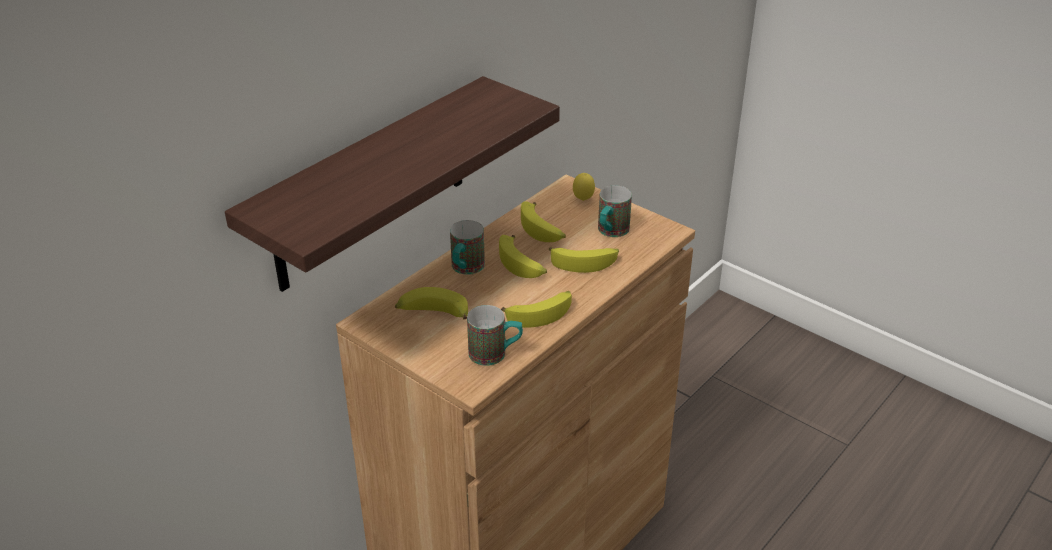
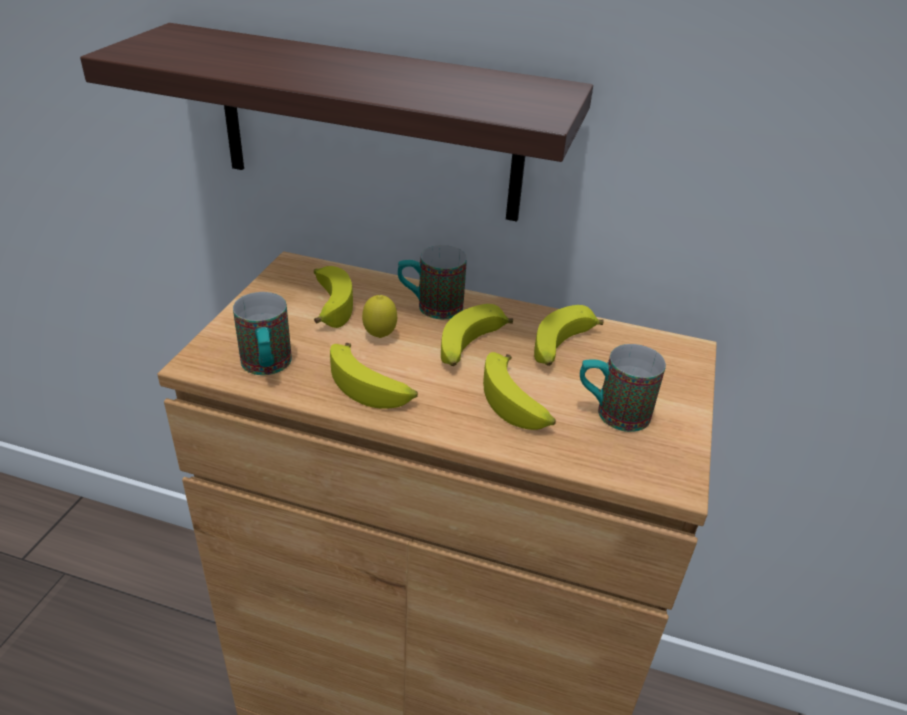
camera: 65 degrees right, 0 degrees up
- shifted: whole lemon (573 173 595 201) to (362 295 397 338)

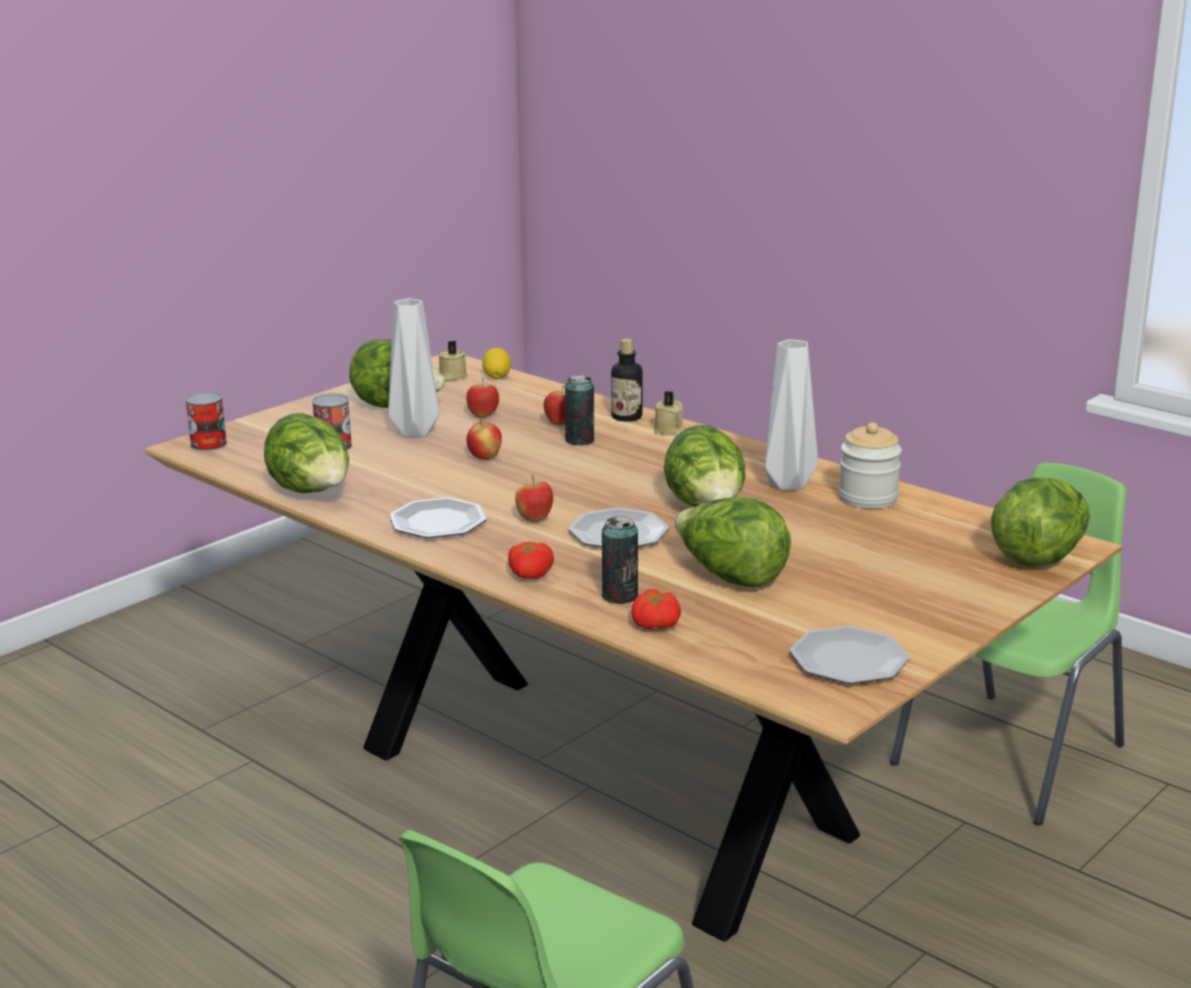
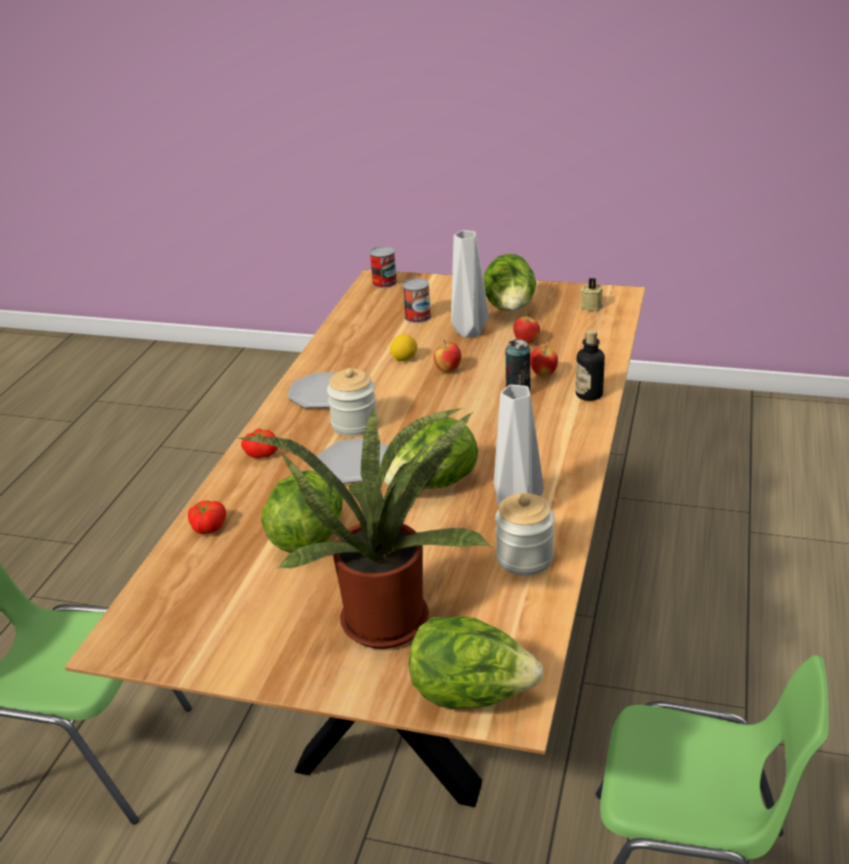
camera: 65 degrees right, 10 degrees up
- shifted: whole lemon (482 348 511 379) to (390 334 417 361)
- gone: wax light in beige-coloured (654 391 685 436)
- gone: lettuce head (264 413 349 493)
- swapped: apple fruit (515 475 553 522) to storage jar (327 368 378 436)
- gone: sealed can (602 516 638 604)
- gone: flat dish (790 626 910 684)
- new: potted plant (236 407 492 649)

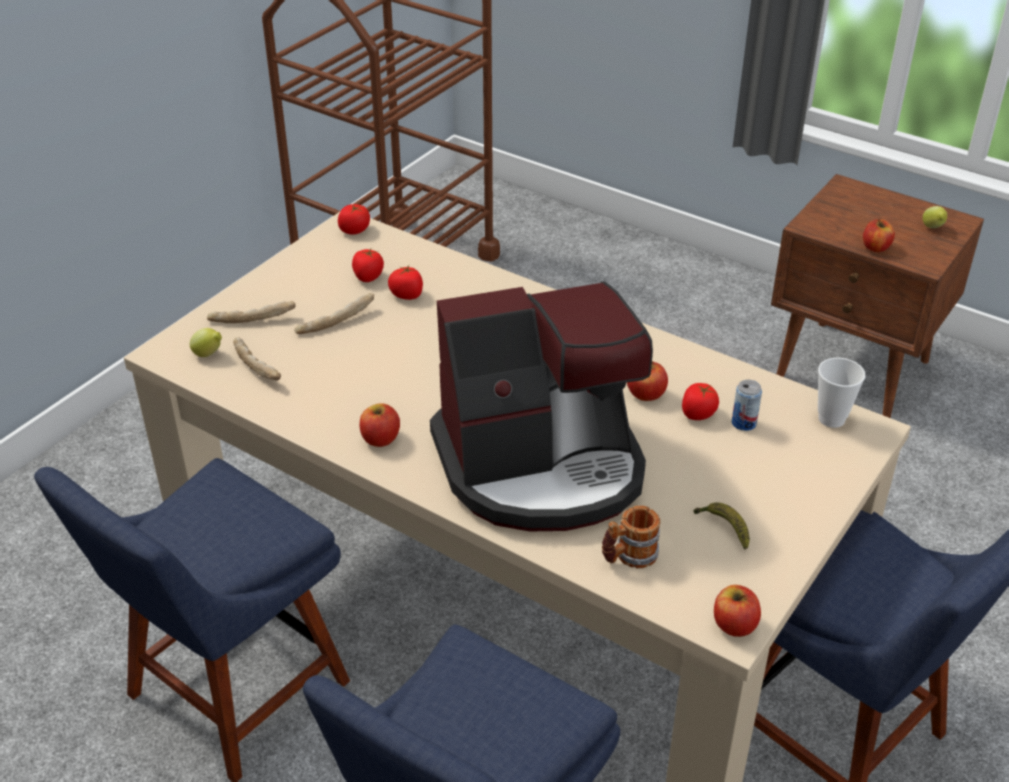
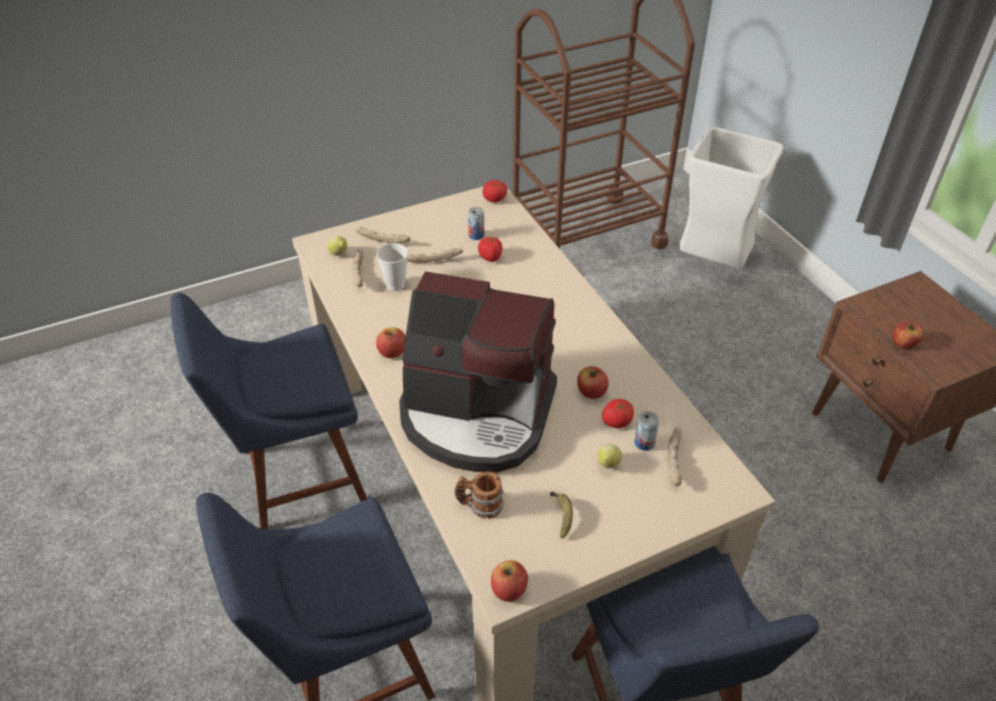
camera: 30 degrees right, 5 degrees up
- shifted: whole lemon (923 206 947 228) to (597 444 622 468)
- swapped: tomato (352 249 384 282) to sealed can (468 207 484 240)
- shifted: cup (818 358 865 428) to (377 243 408 291)
- new: waste bin in white (679 127 783 268)
- new: baked bread (668 427 682 486)

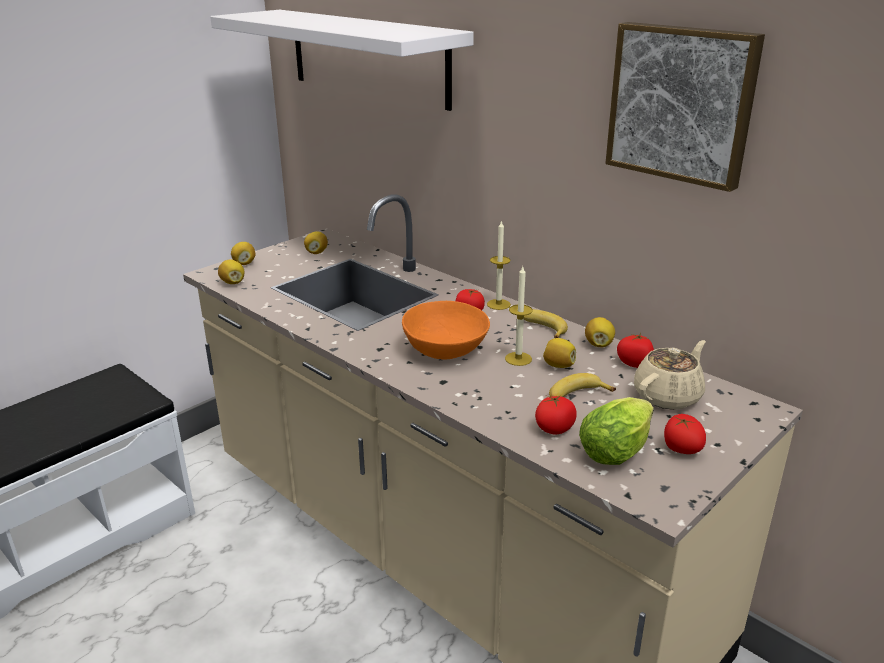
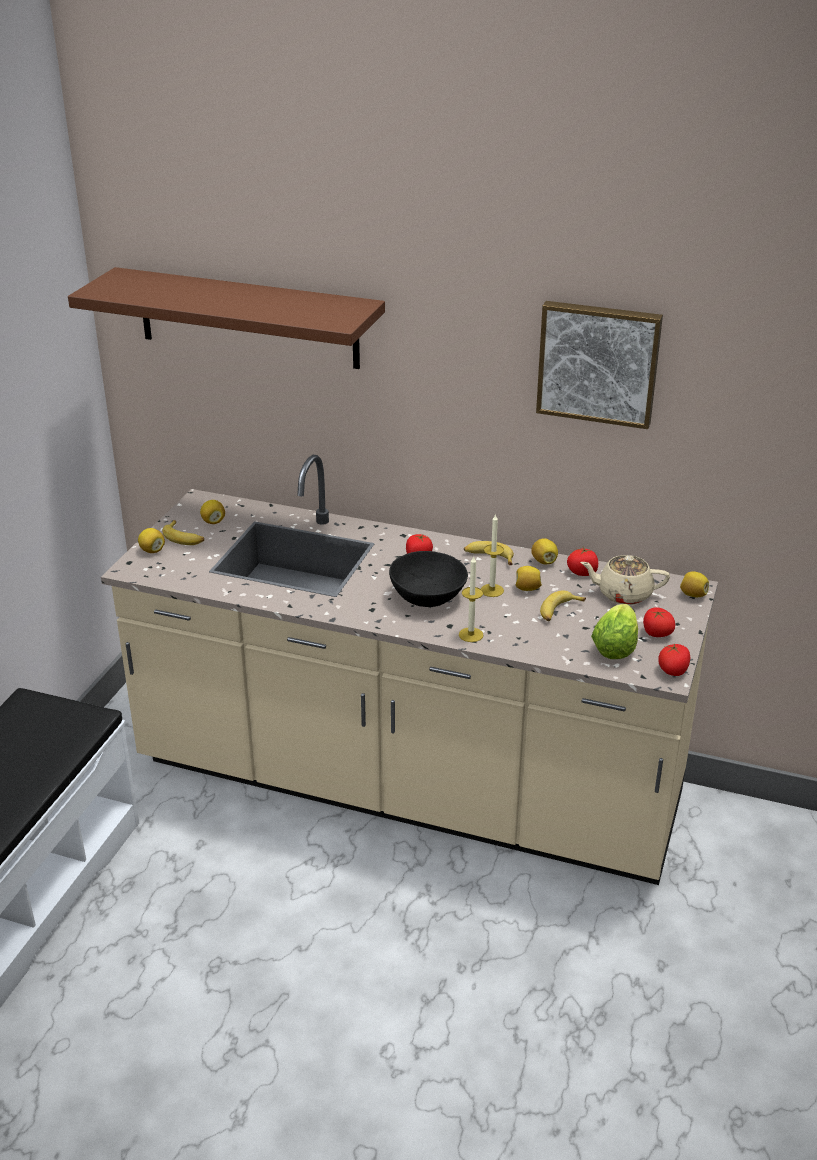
camera: 25 degrees left, 5 degrees up
- repainted: shelf in white (210 10 474 111) to shelf in brown (68 267 385 369)
- shifted: wax light (487 220 511 310) to (459 557 484 642)
- shifted: whole lemon (218 259 244 284) to (680 571 709 597)
- repainted: deep dish in orange (402 301 490 360) to deep dish in blackish (389 551 468 607)
- rotated: teapot in beige-coloured (634 340 706 410) = (580 555 670 605) 105 degrees counterclockwise
- shifted: tomato (535 395 577 435) to (658 643 690 676)
- new: banana (162 520 204 545)

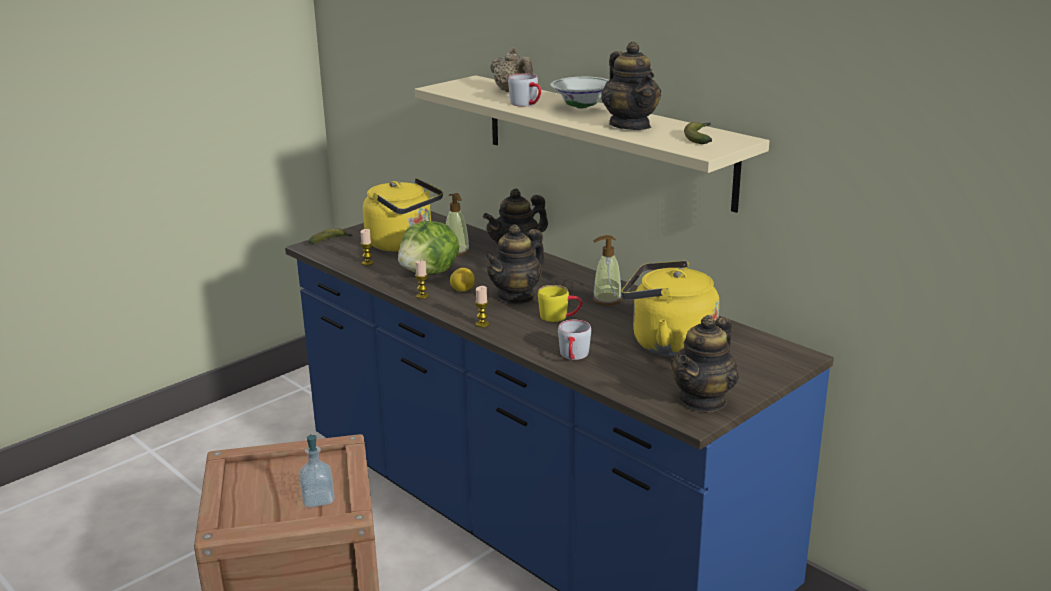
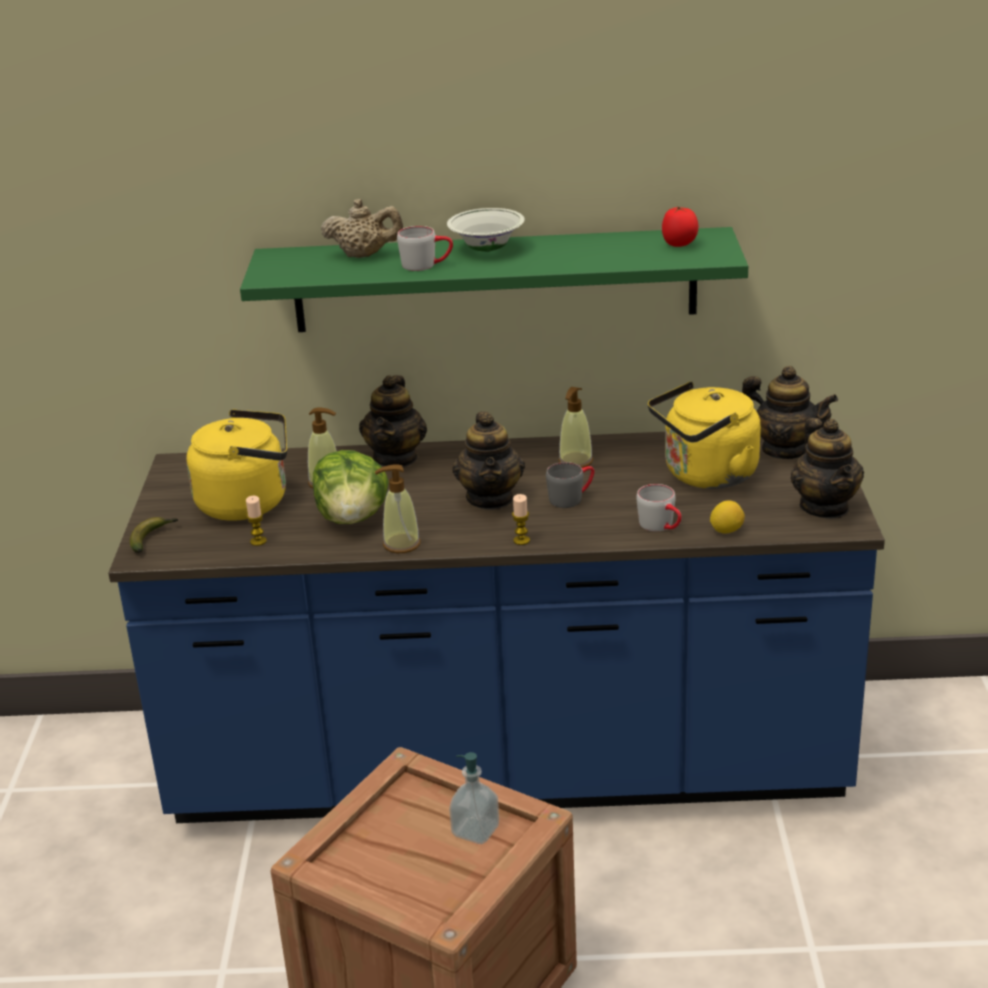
camera: 45 degrees left, 5 degrees up
- shifted: teapot (601 42 661 130) to (742 366 838 459)
- repainted: shelf in beige-coloured (415 75 769 213) to shelf in green (240 227 748 332)
- swapped: banana (684 122 712 144) to tomato (662 206 698 247)
- swapped: wax light (415 260 429 299) to soap dispenser (375 464 421 553)
- shifted: whole lemon (450 268 475 292) to (710 501 745 533)
- repainted: tea mug in yellowish (538 285 582 322) to tea mug in gray (546 462 594 508)

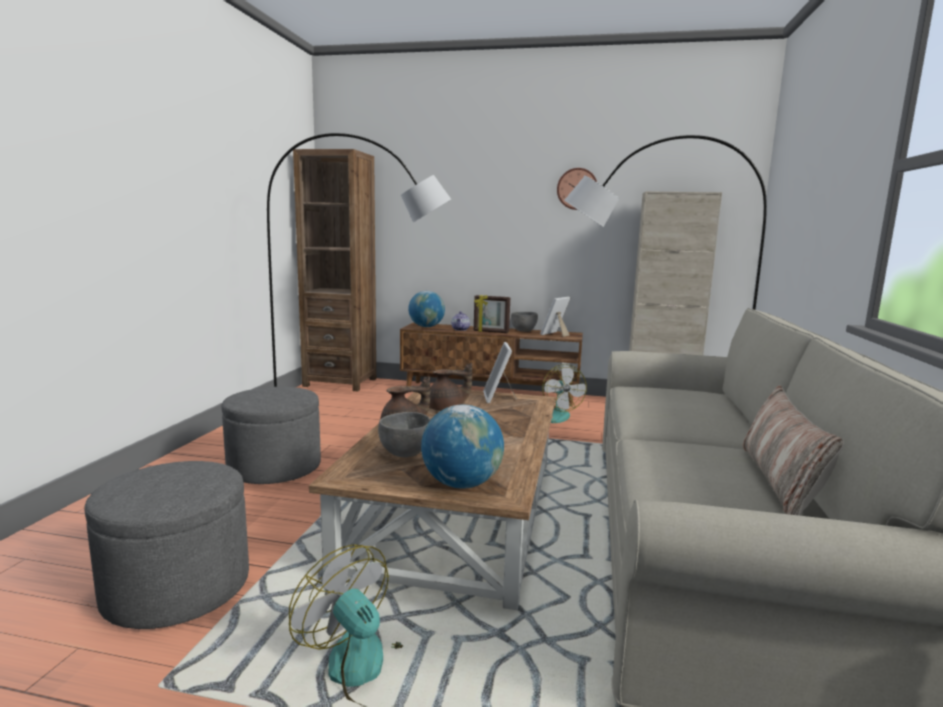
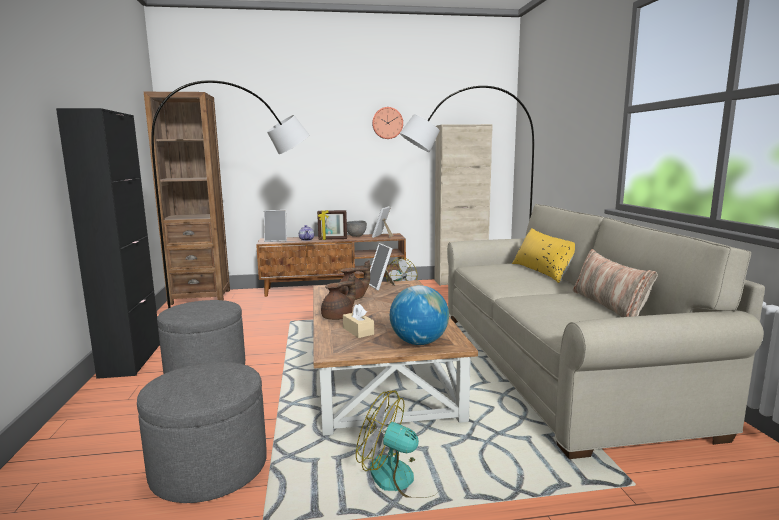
camera: 20 degrees left, 0 degrees up
- swapped: desk globe (408 291 445 327) to photo frame (264 210 287 242)
- swapped: deep dish in gray (378 412 431 457) to tissue box in beige-coloured (343 304 374 338)
- new: storage cabinet in blackish (56 108 160 379)
- new: throw pillow in yellowish (512 228 575 283)

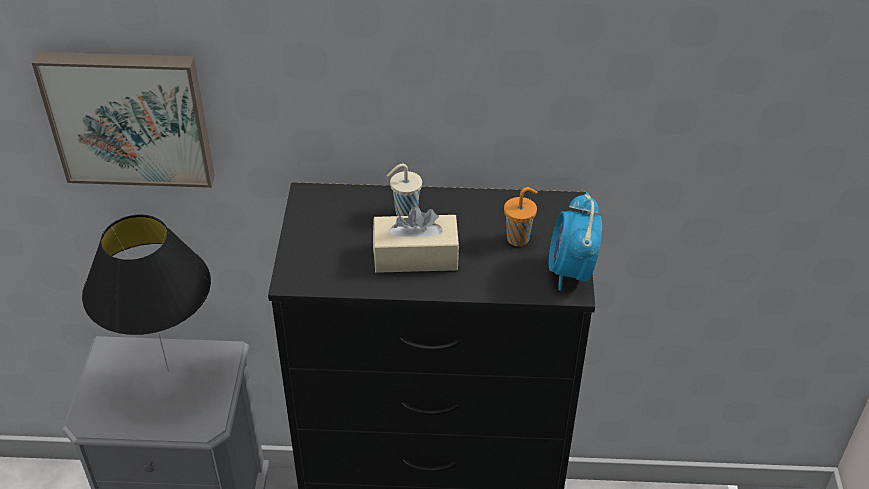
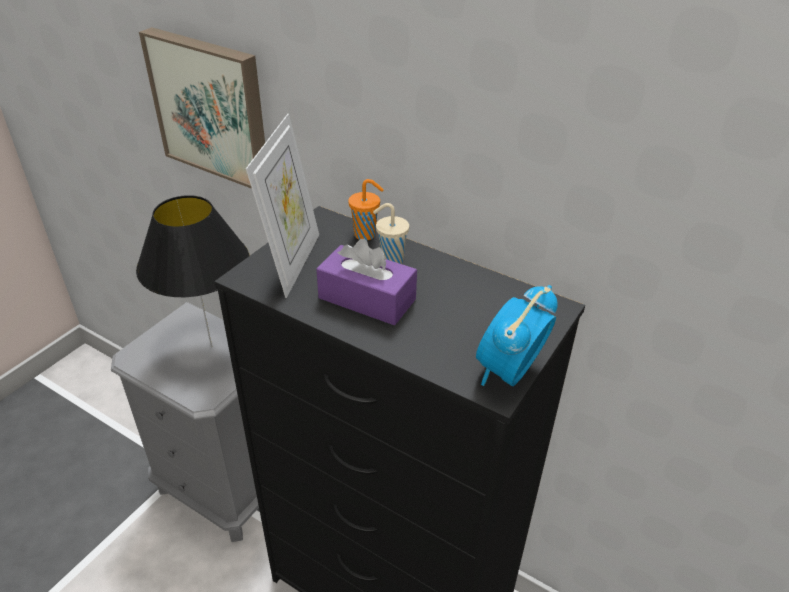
camera: 30 degrees right, 5 degrees down
- shifted: cup in orange (504 187 537 246) to (348 179 384 240)
- repainted: tissue box in beige-coloured (373 206 459 273) to tissue box in purple (316 239 417 325)
- new: photo frame (246 114 319 298)

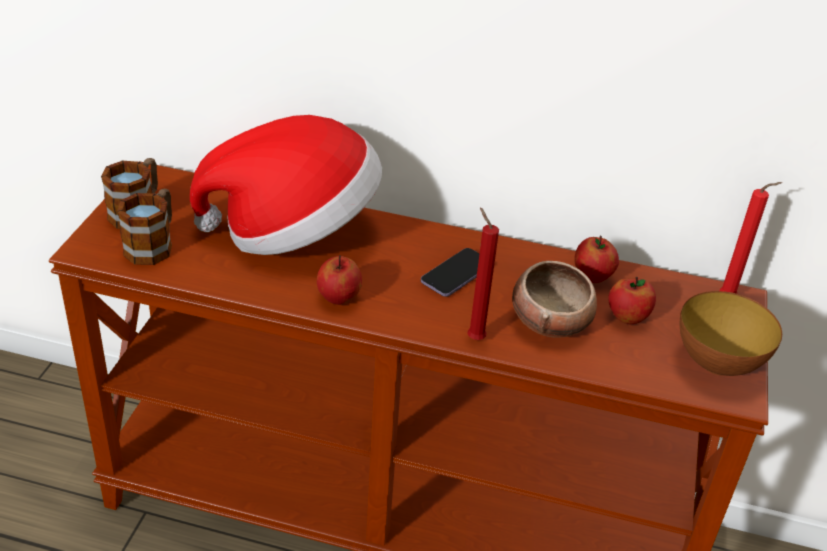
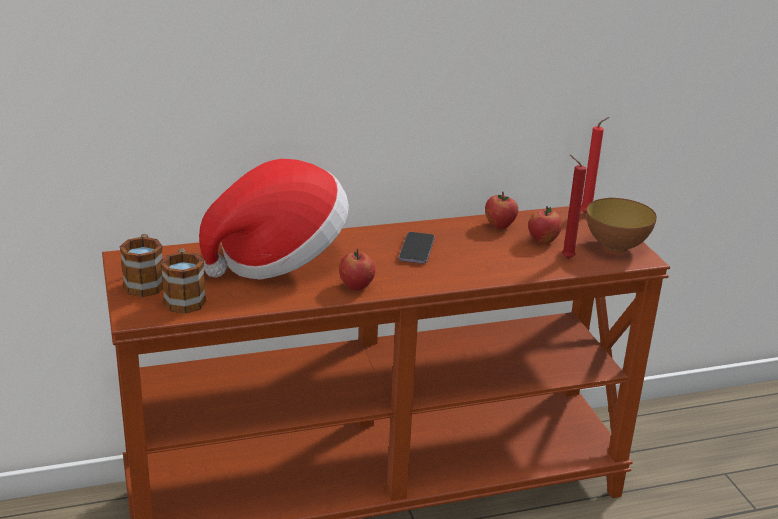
camera: 30 degrees left, 10 degrees down
- shifted: wax light in red-coloured (468 207 499 340) to (562 155 586 259)
- gone: deep dish (512 261 597 338)

